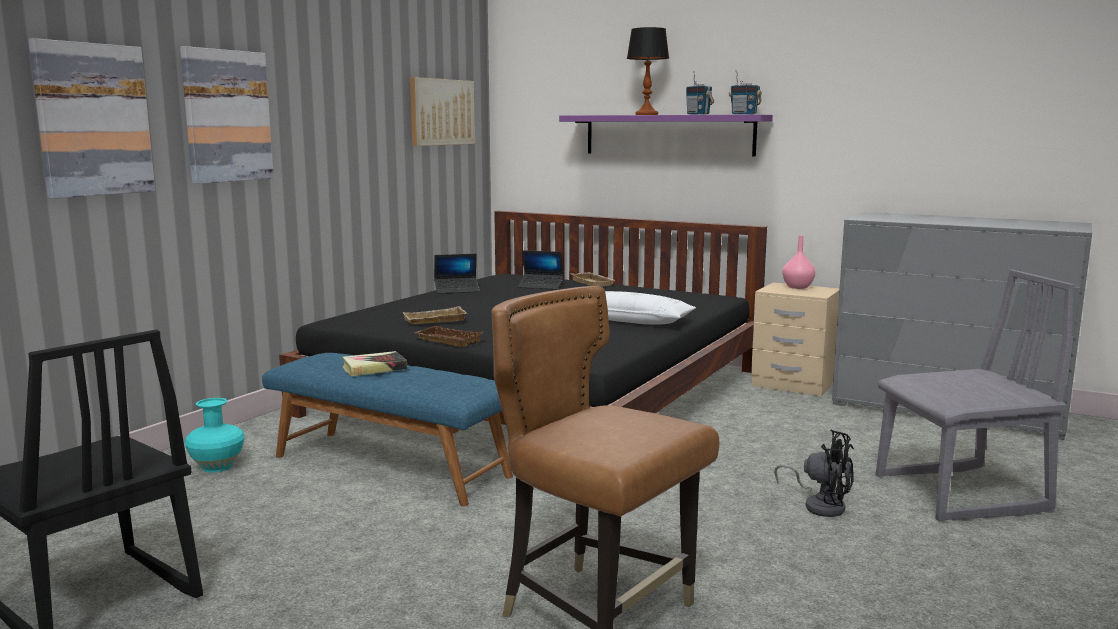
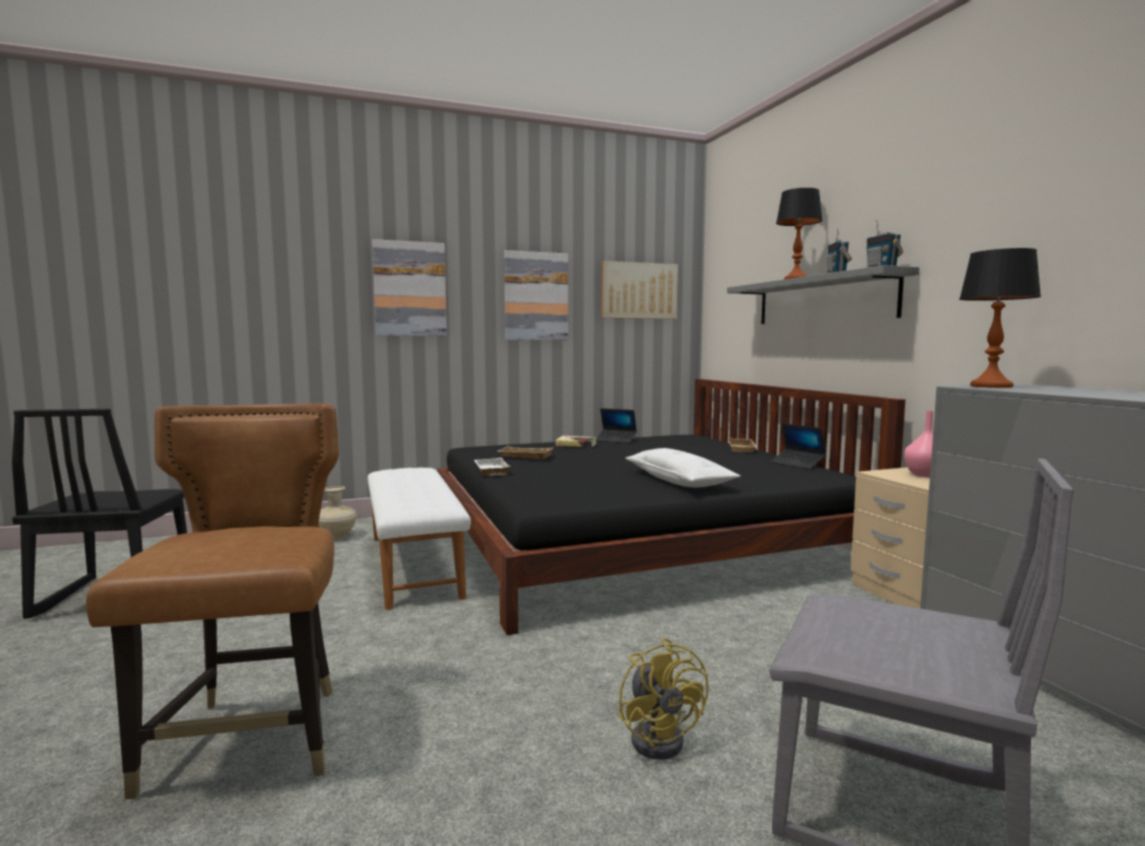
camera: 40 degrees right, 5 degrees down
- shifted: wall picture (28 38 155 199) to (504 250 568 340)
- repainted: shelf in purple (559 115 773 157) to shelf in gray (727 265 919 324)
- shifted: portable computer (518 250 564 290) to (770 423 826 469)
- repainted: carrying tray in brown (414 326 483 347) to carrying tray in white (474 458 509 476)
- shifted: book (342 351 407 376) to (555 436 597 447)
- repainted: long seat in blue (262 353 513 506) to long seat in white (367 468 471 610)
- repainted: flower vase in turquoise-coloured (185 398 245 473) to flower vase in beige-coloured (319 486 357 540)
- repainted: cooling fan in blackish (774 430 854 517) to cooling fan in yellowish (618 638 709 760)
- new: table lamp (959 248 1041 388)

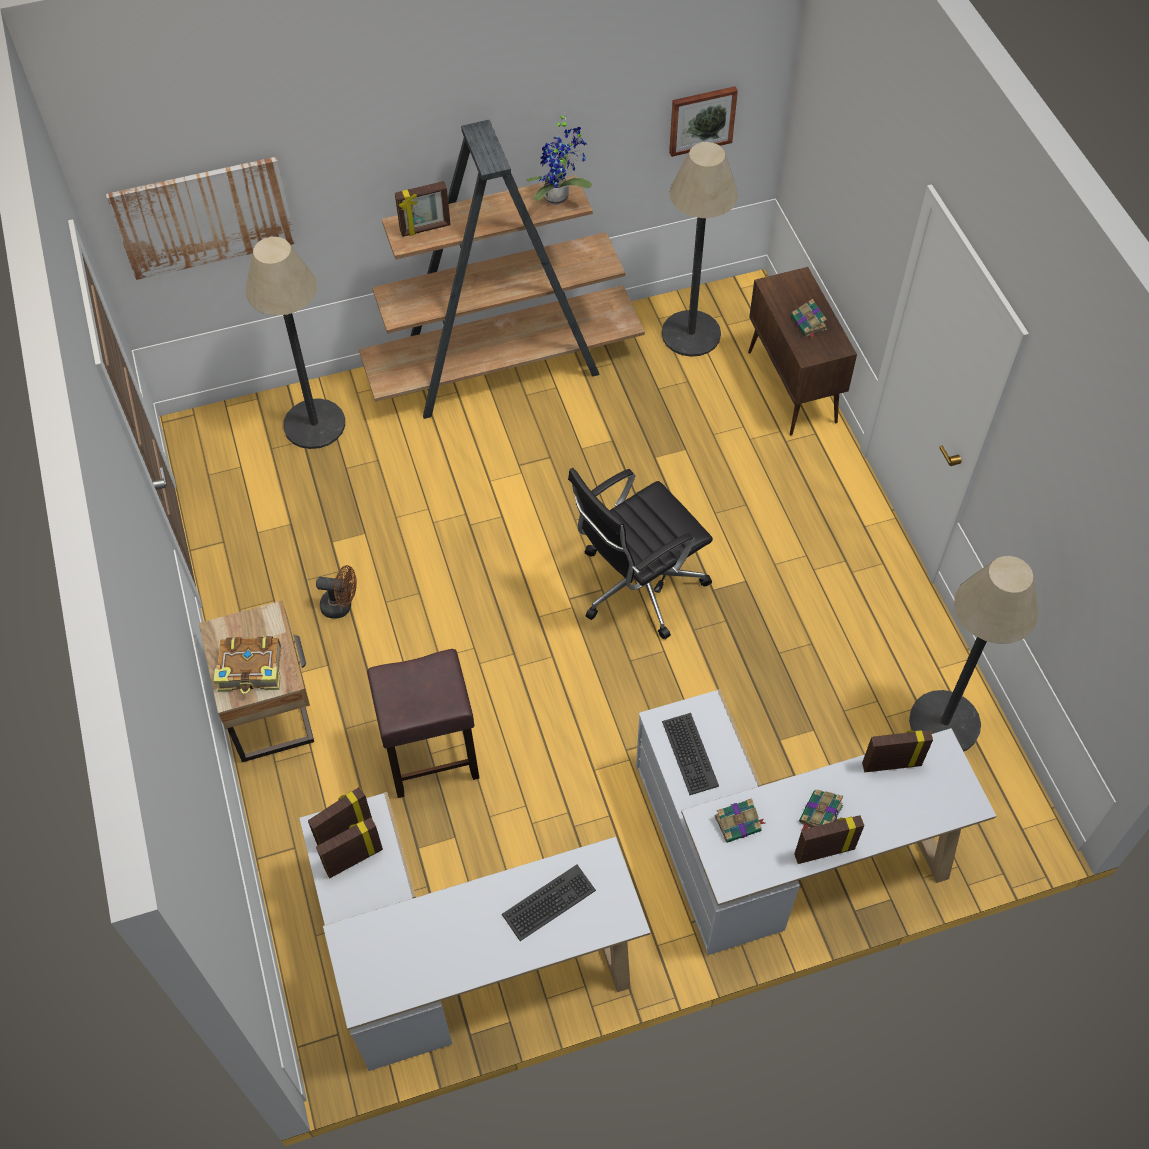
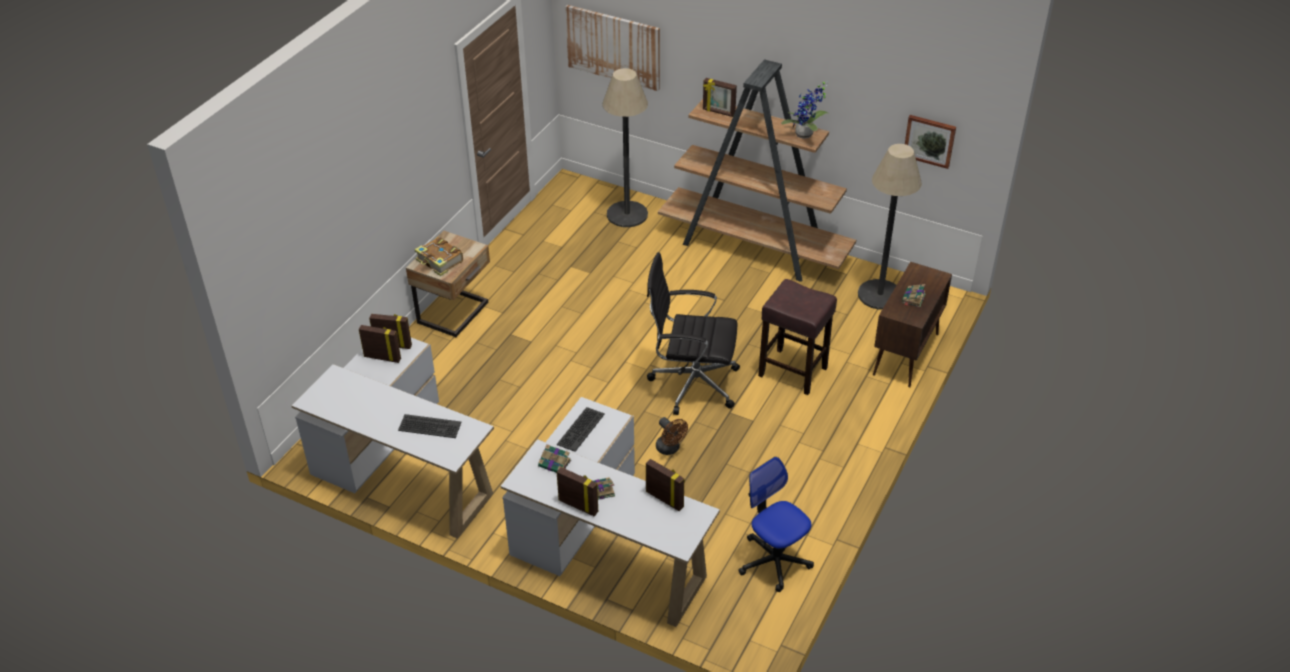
camera: 45 degrees right, 15 degrees down
- swapped: standard lamp (909 556 1038 751) to desk chair (738 457 814 592)
- shifted: cooling fan in brown (316 565 357 619) to (656 417 688 455)
- shifted: stool in brown (367 649 480 798) to (758 279 837 395)

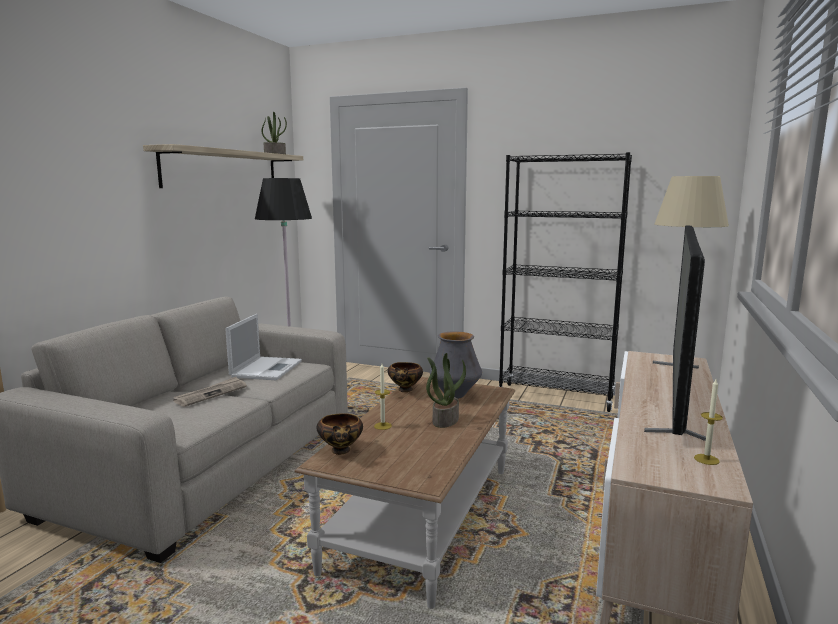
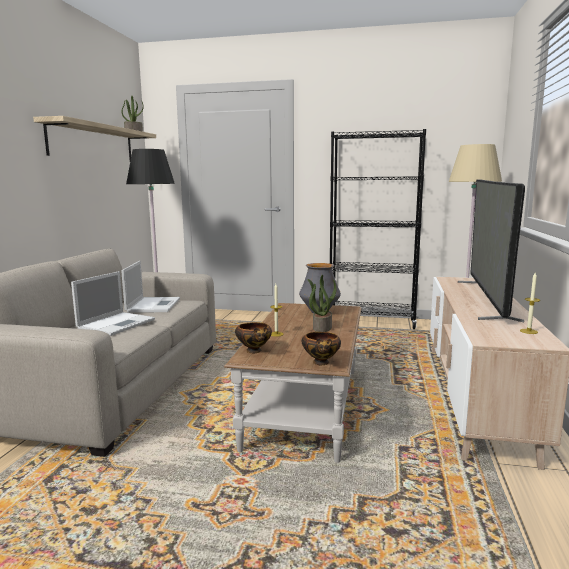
camera: 10 degrees left, 0 degrees up
- shifted: deep dish (388 362 423 392) to (302 332 341 365)
- swapped: printed paper (173 377 247 407) to portable computer (71 271 155 336)

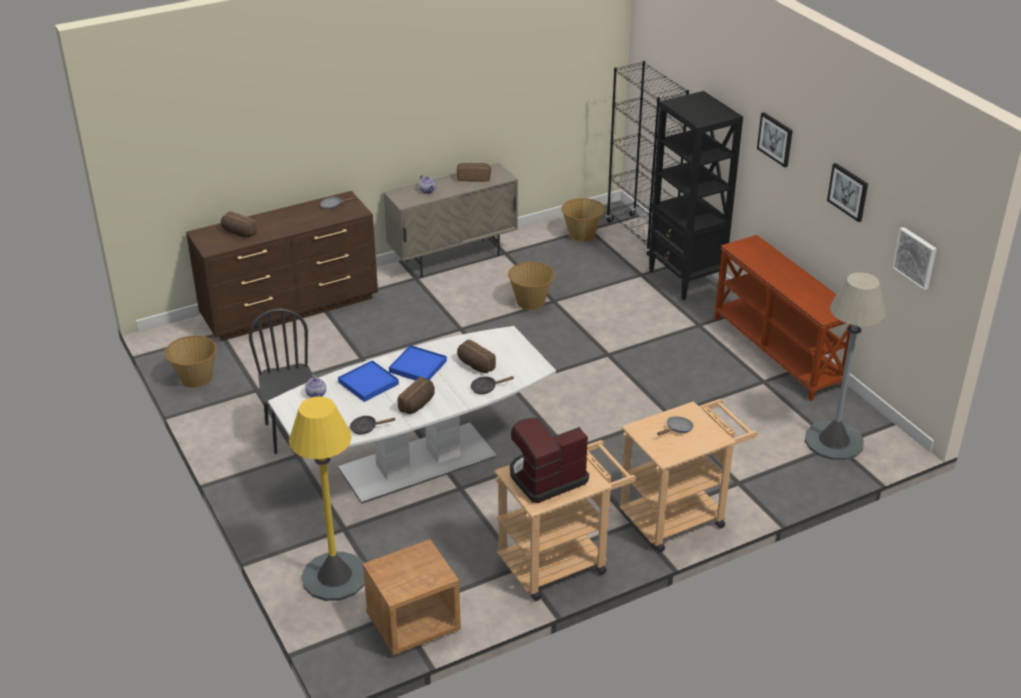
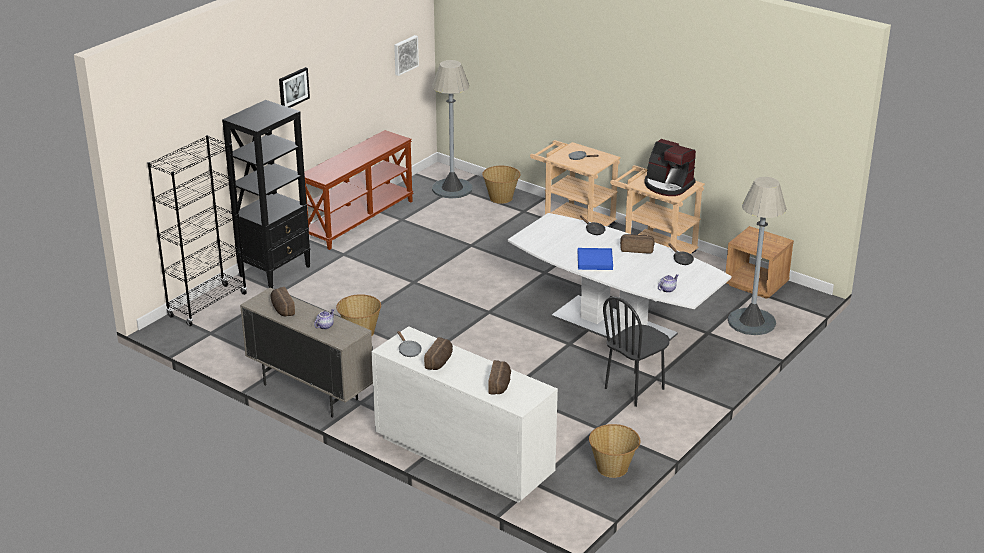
camera: 115 degrees left, 5 degrees down
- gone: wall picture (827 163 868 222)
- repainted: chest of drawers in brown (186 191 378 341) to chest of drawers in white (371 326 558 503)
- shifted: storage basket (562 198 605 242) to (482 166 521 204)
- shifted: baked bread (457 339 496 373) to (424 337 453 370)
- gone: carrying tray in blue (338 360 399 402)
- repainted: standard lamp in yellowish (289 396 365 601) to standard lamp in gray (728 177 786 335)

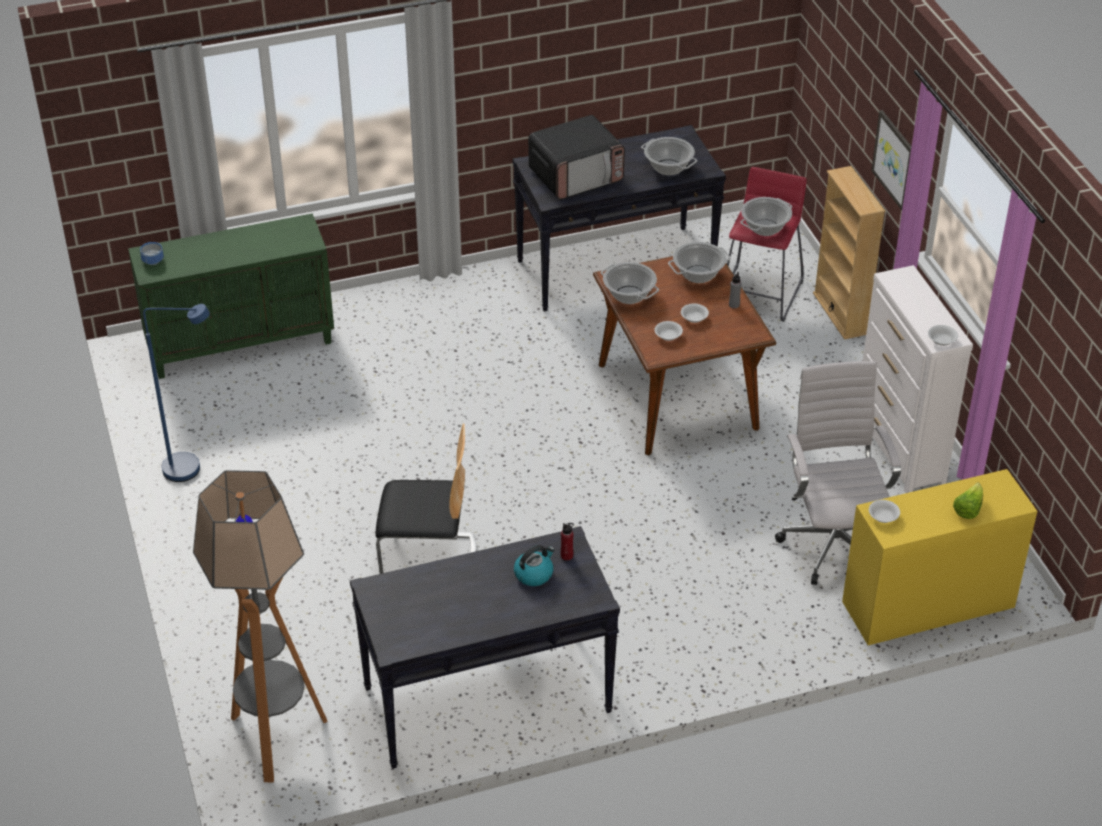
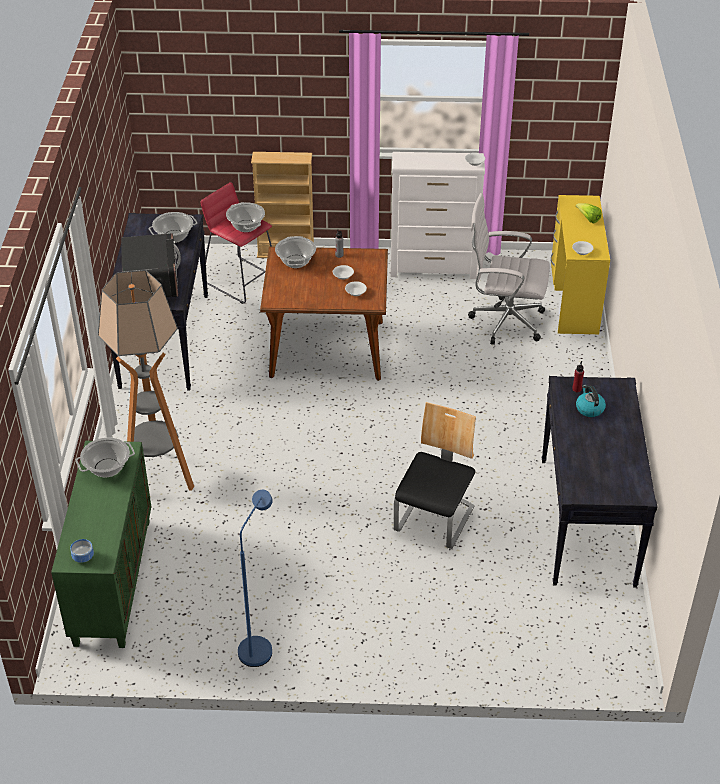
camera: 70 degrees left, 0 degrees up
- gone: wall picture (871 110 912 210)
- shifted: stockpot (601 262 659 304) to (76 438 135 477)
- shifted: standard lamp (193 470 328 782) to (98 270 194 491)

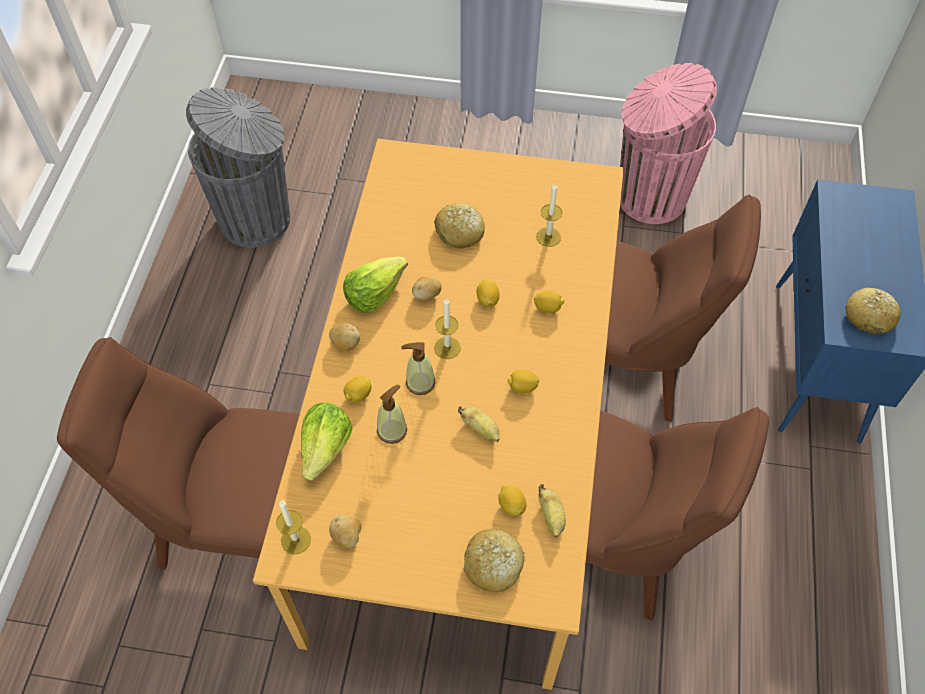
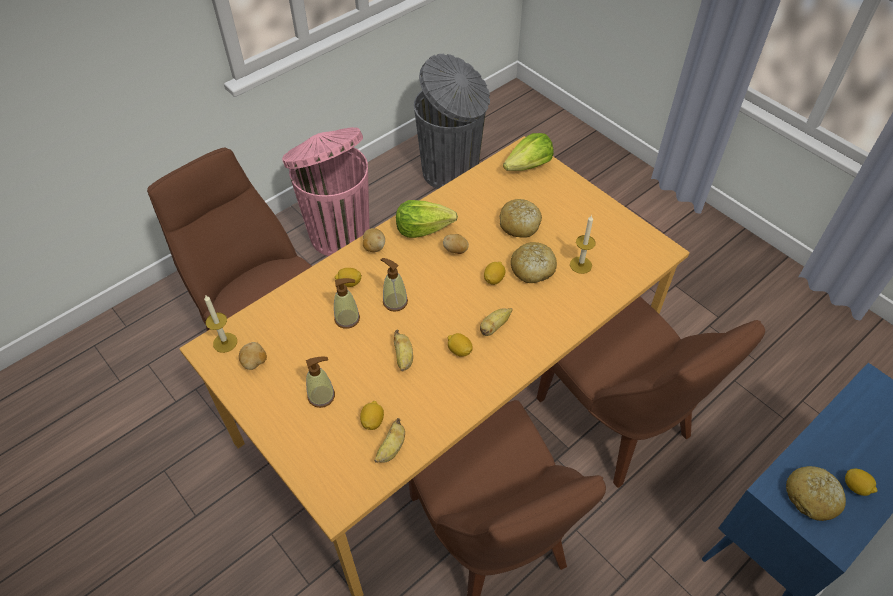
camera: 40 degrees right, 5 degrees down
- shifted: waste bin in pink-coloured (620 63 717 224) to (282 127 369 256)
- shifted: whole lemon (534 290 565 313) to (845 469 878 496)
- gone: wax light (434 298 461 359)
- shifted: lettuce head (301 402 353 481) to (503 133 554 171)
- shifted: baked bread (464 529 525 592) to (511 242 557 283)
- new: banana (480 308 513 336)
- new: soap dispenser (306 357 335 408)

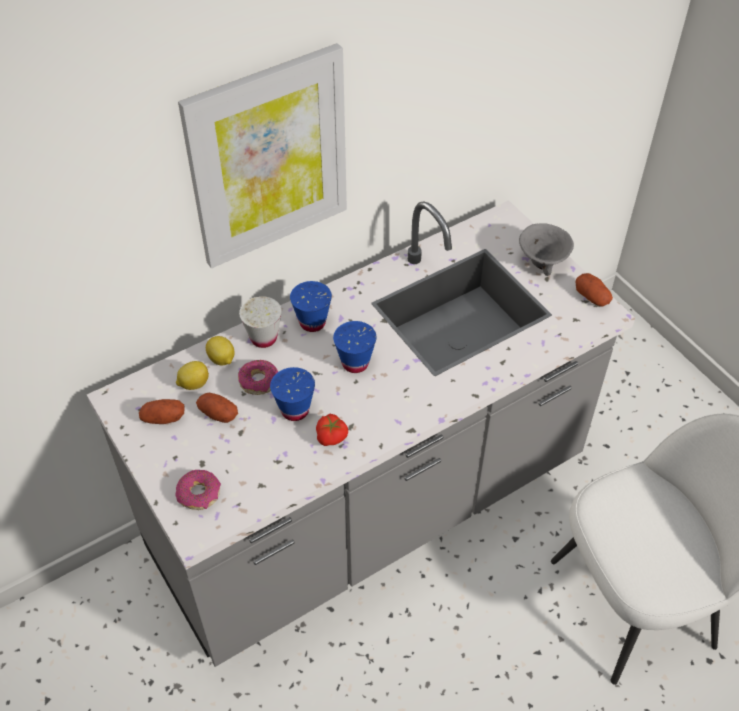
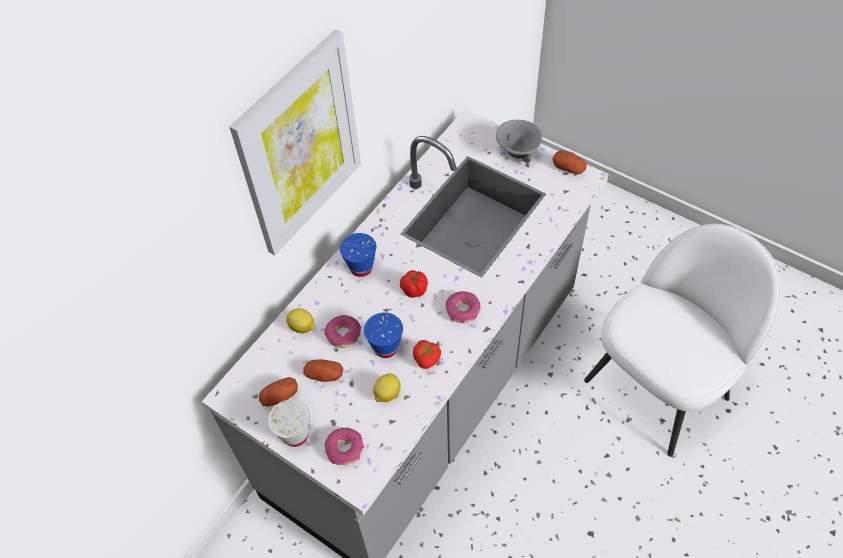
camera: 20 degrees left, 5 degrees up
- shifted: cup in white (239 296 282 348) to (268 400 310 447)
- swapped: cup in blue (333 321 377 373) to tomato (400 270 428 298)
- shifted: whole lemon (176 361 209 390) to (373 374 401 402)
- new: doughnut (446 291 480 323)

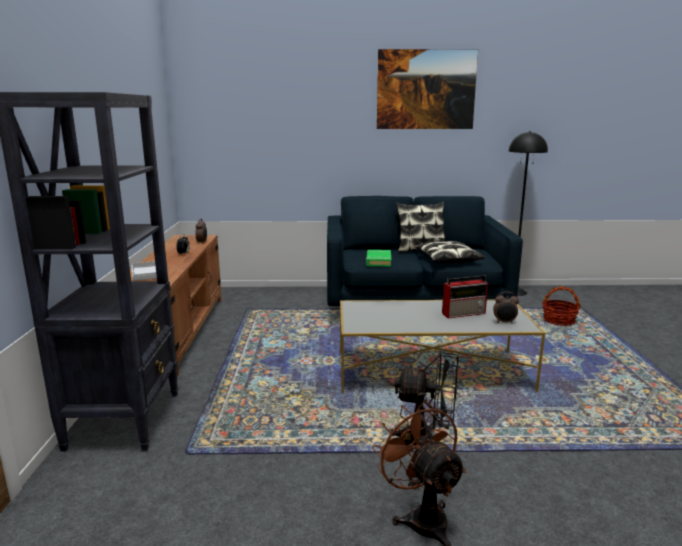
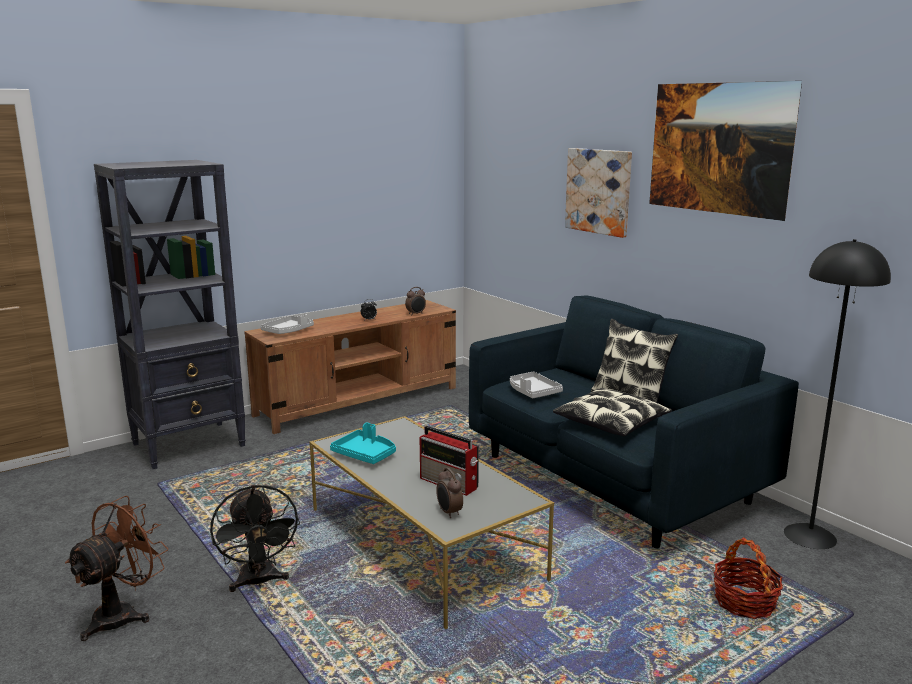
camera: 55 degrees right, 0 degrees up
- swapped: book in green (366 250 391 267) to carrying tray in gray (510 372 563 398)
- new: wall picture (565 148 632 238)
- new: carrying tray in turquoise-coloured (330 423 396 464)

